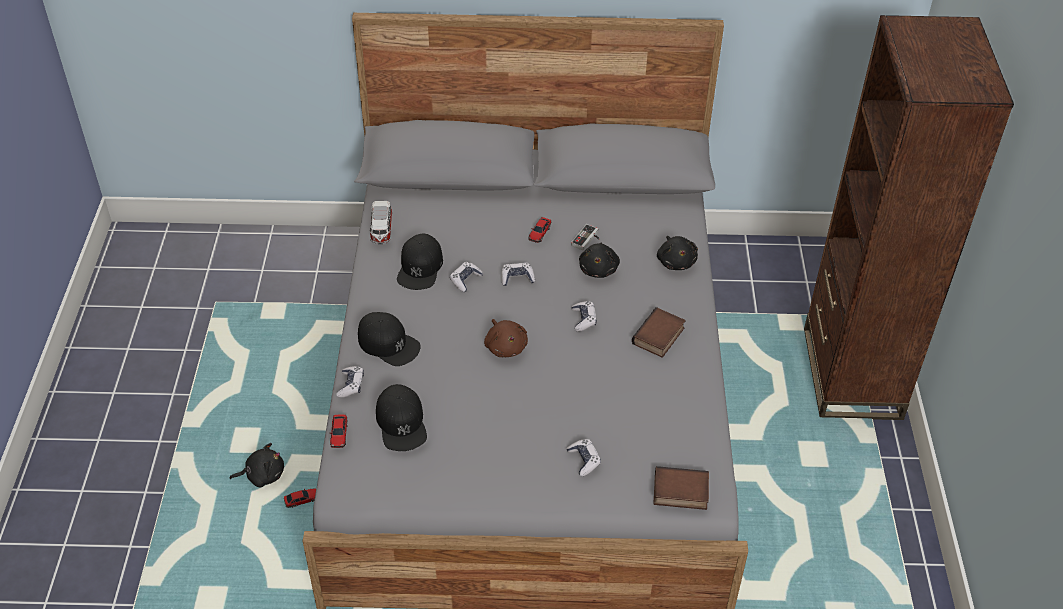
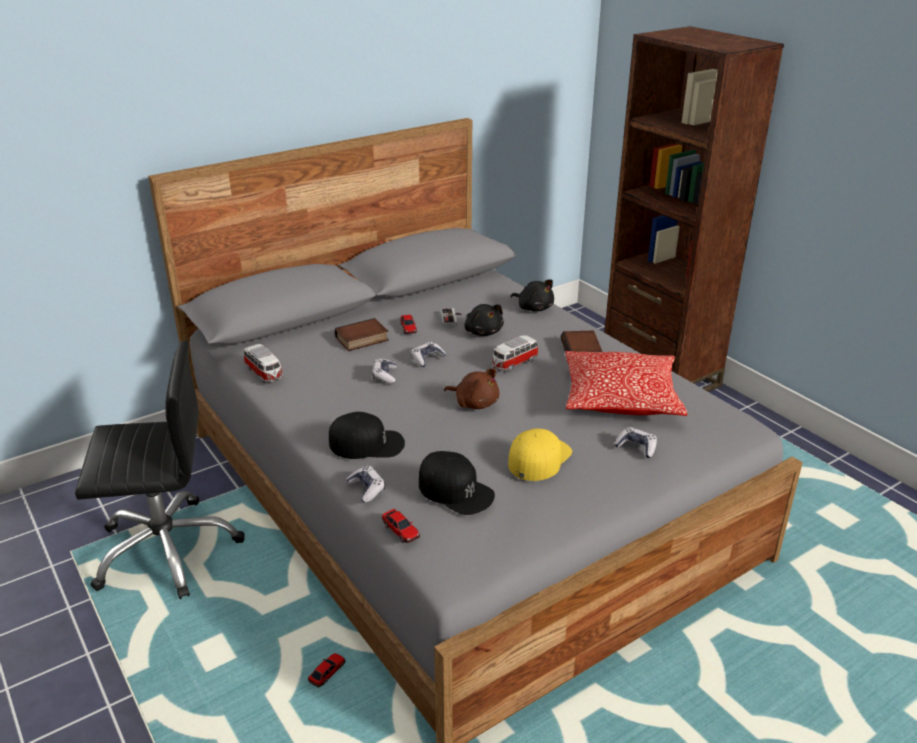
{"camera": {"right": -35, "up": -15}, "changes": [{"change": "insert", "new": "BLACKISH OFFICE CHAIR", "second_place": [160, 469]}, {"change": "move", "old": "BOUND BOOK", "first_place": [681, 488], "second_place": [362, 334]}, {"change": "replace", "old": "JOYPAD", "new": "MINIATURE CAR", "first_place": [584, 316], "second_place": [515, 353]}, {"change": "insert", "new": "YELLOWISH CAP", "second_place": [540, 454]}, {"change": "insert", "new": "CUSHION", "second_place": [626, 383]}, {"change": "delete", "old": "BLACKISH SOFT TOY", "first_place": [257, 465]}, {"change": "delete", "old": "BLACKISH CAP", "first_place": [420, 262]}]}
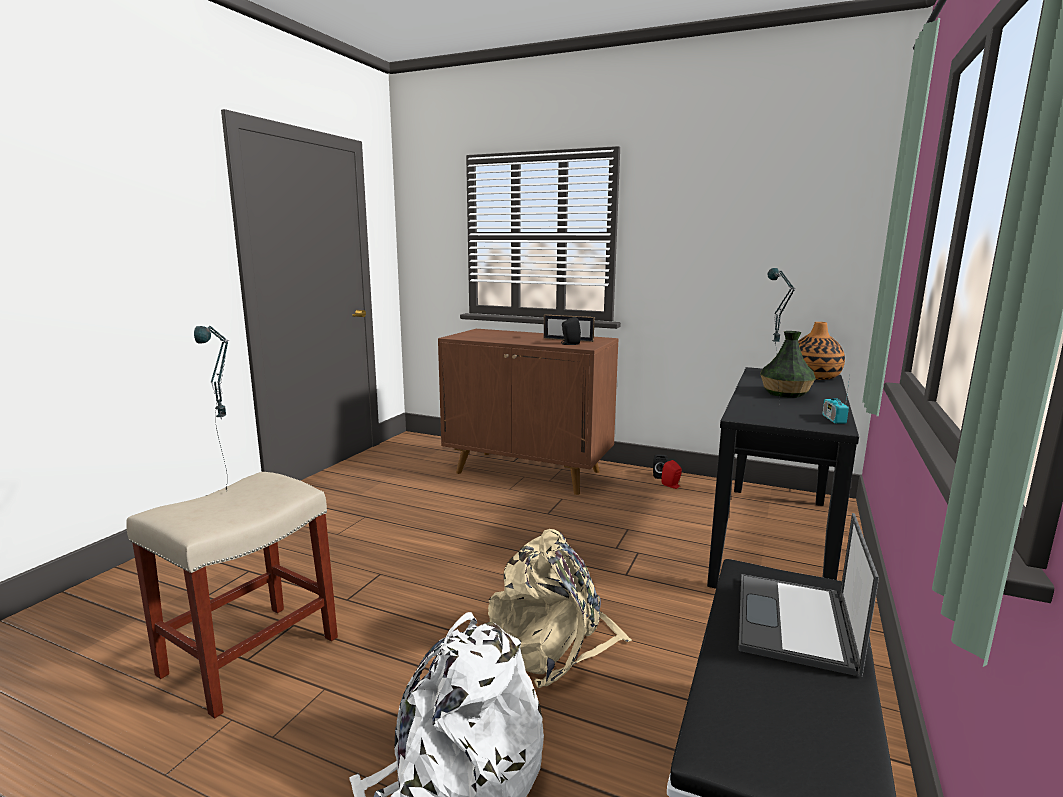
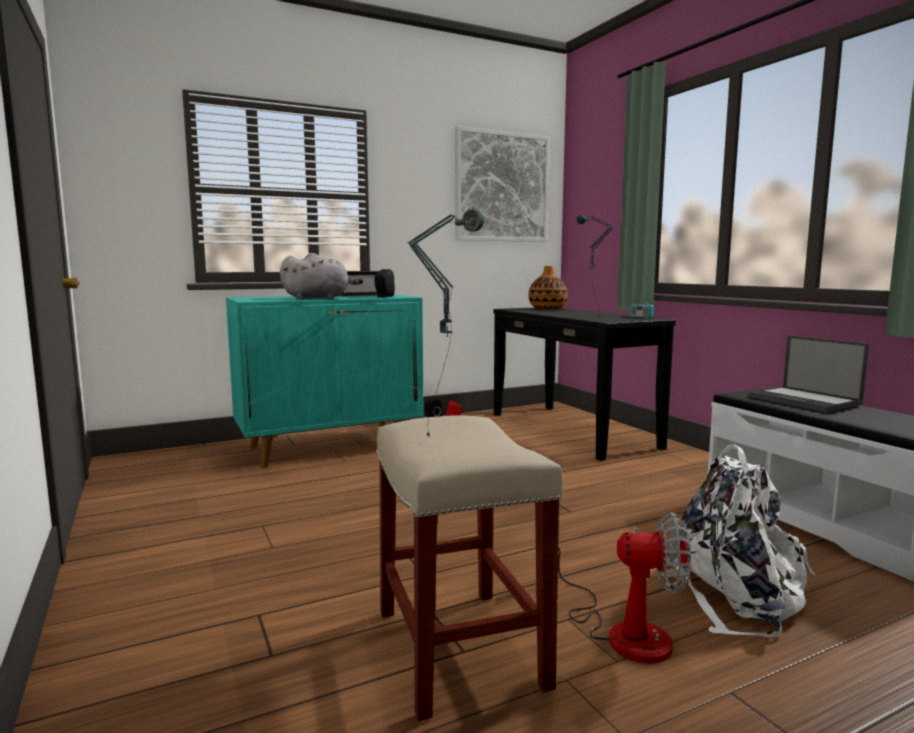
{"camera": {"right": -50, "up": -5}, "changes": [{"change": "recolor", "old": "BROWN-COLOURED STORAGE CABINET", "new": "TURQUOISE-COLOURED STORAGE CABINET", "first_place": [528, 412], "second_place": [325, 381]}, {"change": "insert", "new": "GREYISH SOFT TOY", "second_place": [321, 276]}, {"change": "insert", "new": "WALL ART", "second_place": [502, 184]}, {"change": "insert", "new": "COOLING FAN", "second_place": [624, 587]}, {"change": "delete", "old": "SAND-COLOURED BACKPACK", "first_place": [560, 608]}, {"change": "delete", "old": "DECORATIVE VASE", "first_place": [788, 364]}]}
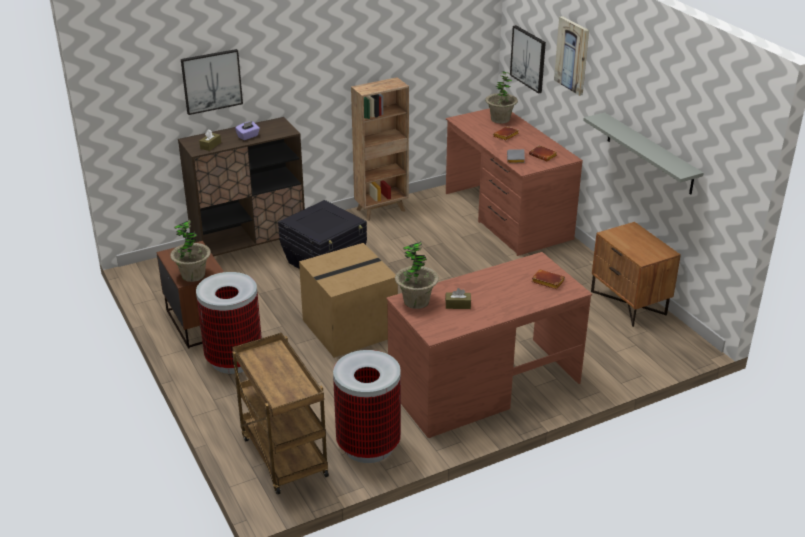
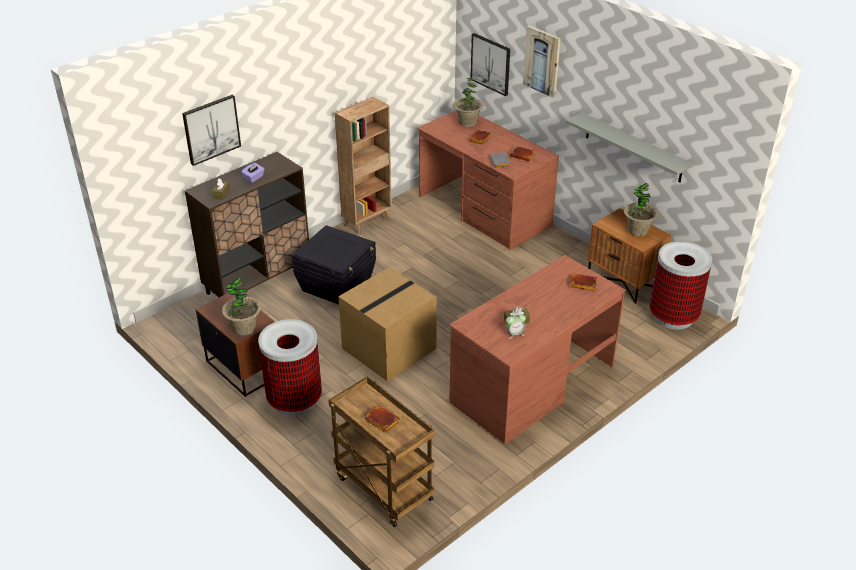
{"camera": {"right": -15, "up": 5}, "changes": [{"change": "insert", "new": "BROWN-COLOURED BOUND BOOK", "second_place": [382, 419]}, {"change": "insert", "new": "TABLE CLOCK", "second_place": [516, 326]}, {"change": "move", "old": "POTTED PLANT", "first_place": [417, 275], "second_place": [641, 209]}, {"change": "move", "old": "WASTE BIN", "first_place": [367, 406], "second_place": [680, 285]}]}
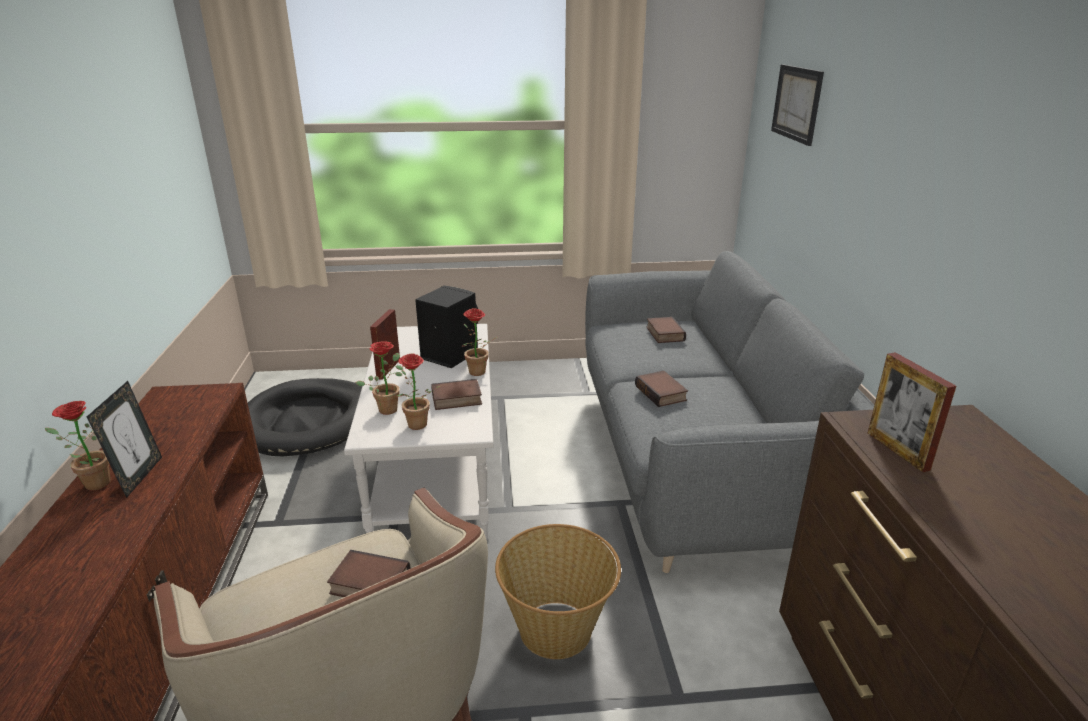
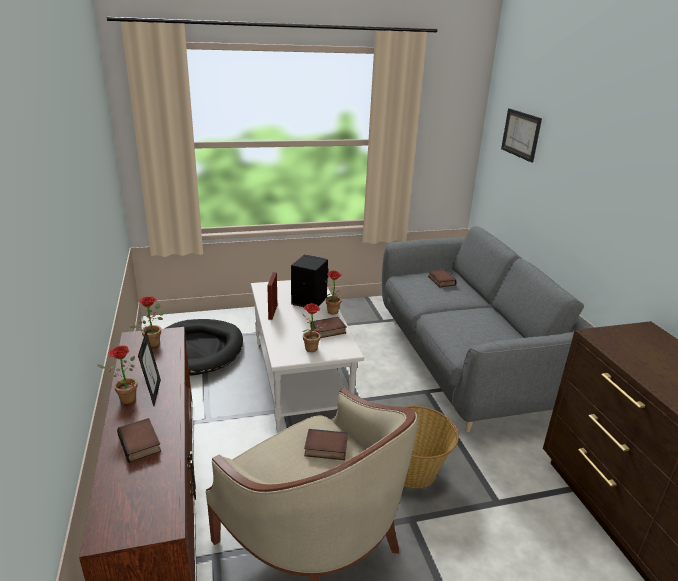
{"camera": {"right": -10, "up": 0}, "changes": [{"change": "move", "old": "BOUND BOOK", "first_place": [661, 389], "second_place": [139, 440]}, {"change": "move", "old": "POTTED PLANT", "first_place": [380, 378], "second_place": [146, 321]}, {"change": "delete", "old": "STANDING FRAME", "first_place": [912, 412]}]}
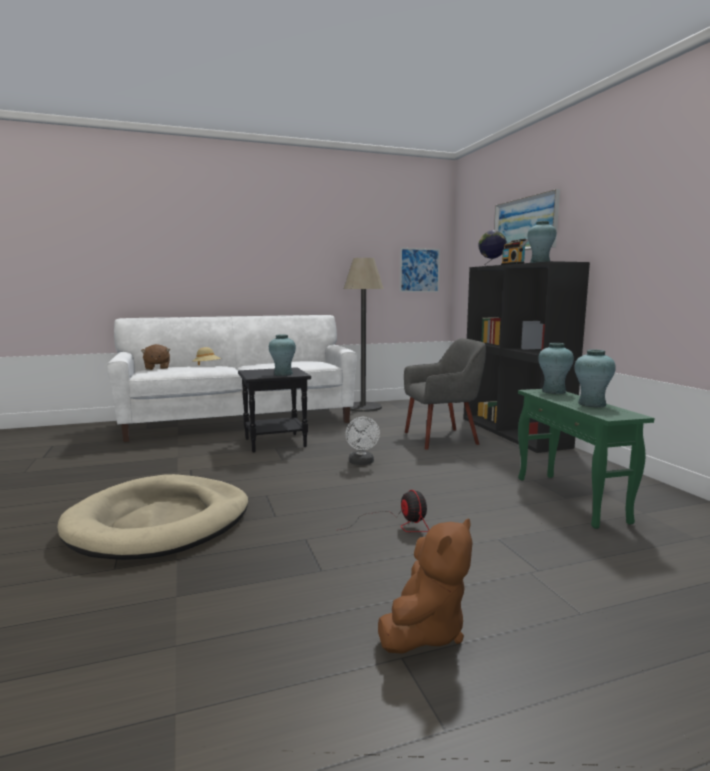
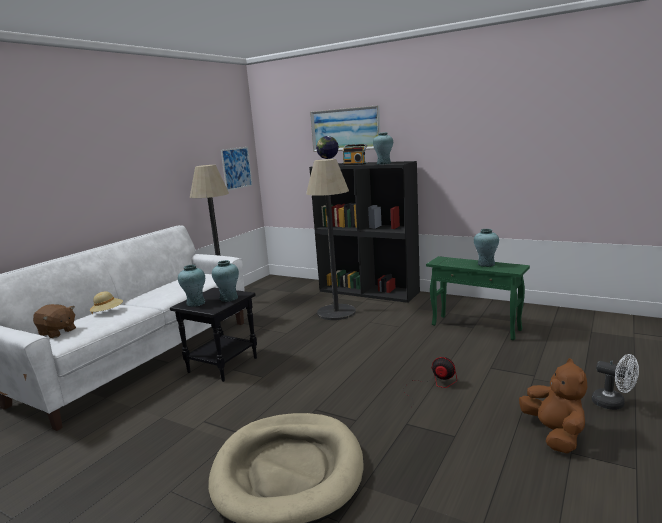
{"camera": {"right": -40, "up": 5}, "changes": [{"change": "move", "old": "TURQUOISE-COLOURED DECORATIVE VASE", "first_place": [556, 368], "second_place": [191, 286]}, {"change": "replace", "old": "GREYISH LOUNGE CHAIR", "new": "FLOOR LAMP", "first_place": [445, 394], "second_place": [331, 239]}, {"change": "move", "old": "WHITE-COLOURED COOLING FAN", "first_place": [363, 441], "second_place": [615, 382]}]}
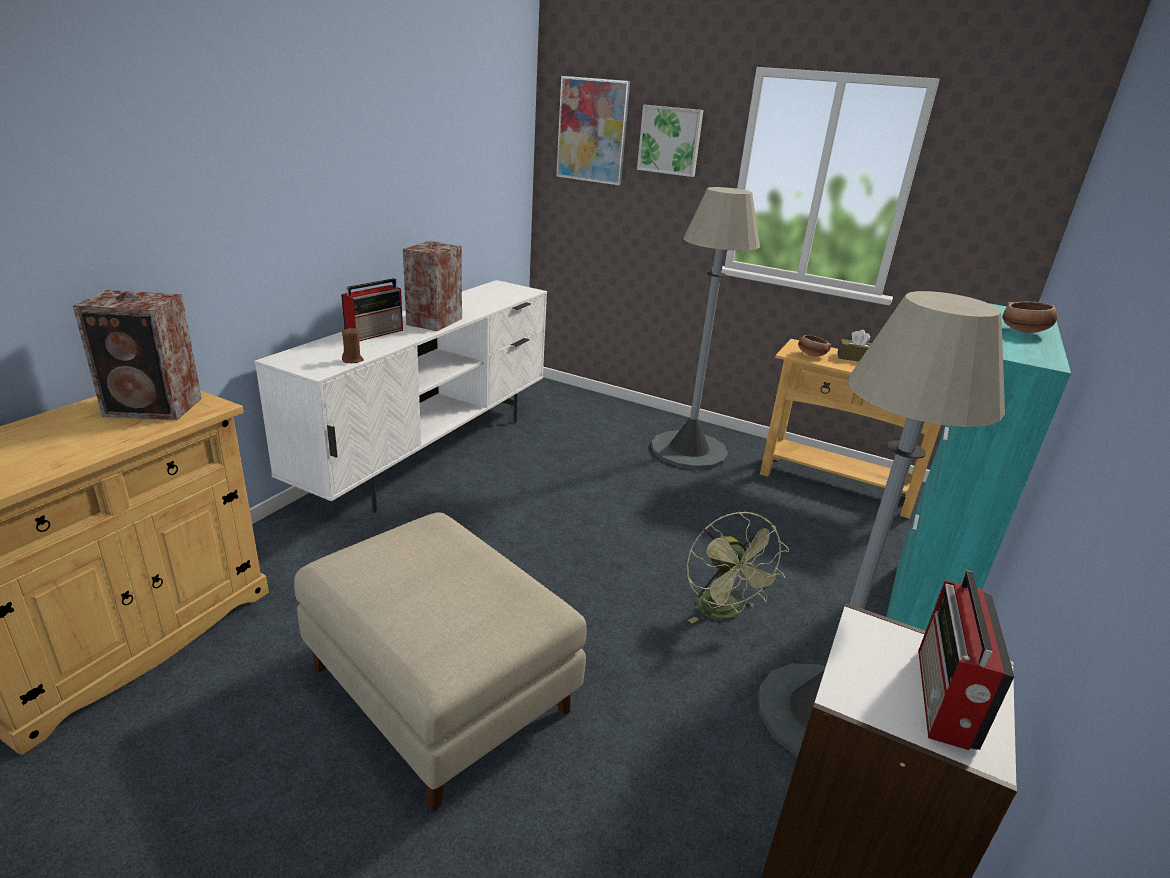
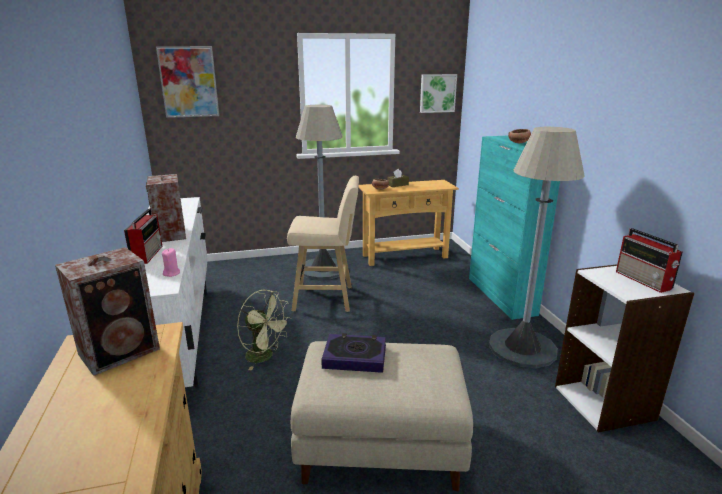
{"camera": {"right": -40, "up": -5}, "changes": [{"change": "recolor", "old": "BROWN-COLOURED WAX LIGHT", "new": "PINKISH WAX LIGHT", "first_place": [353, 345], "second_place": [171, 262]}, {"change": "move", "old": "GREENISH COOLING FAN", "first_place": [738, 567], "second_place": [264, 330]}, {"change": "insert", "new": "SAND-COLOURED STOOL", "second_place": [323, 244]}, {"change": "insert", "new": "BOUND BOOK", "second_place": [353, 353]}, {"change": "move", "old": "WALL ART", "first_place": [670, 141], "second_place": [438, 93]}]}
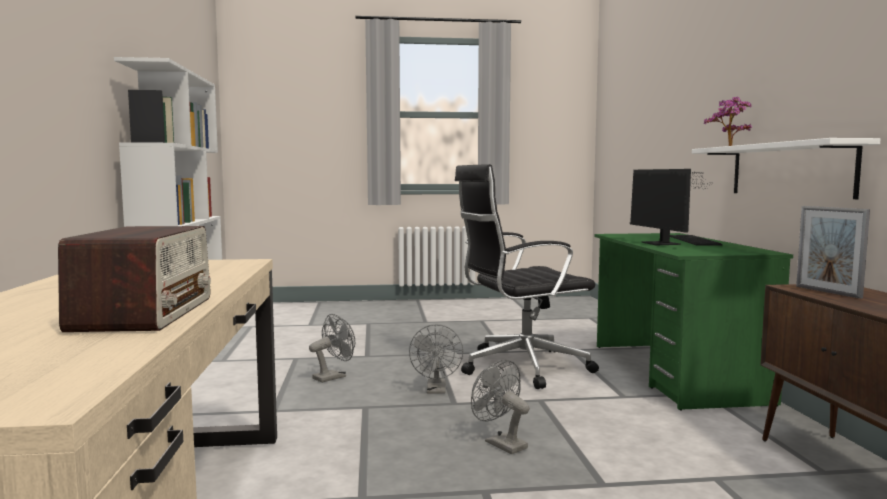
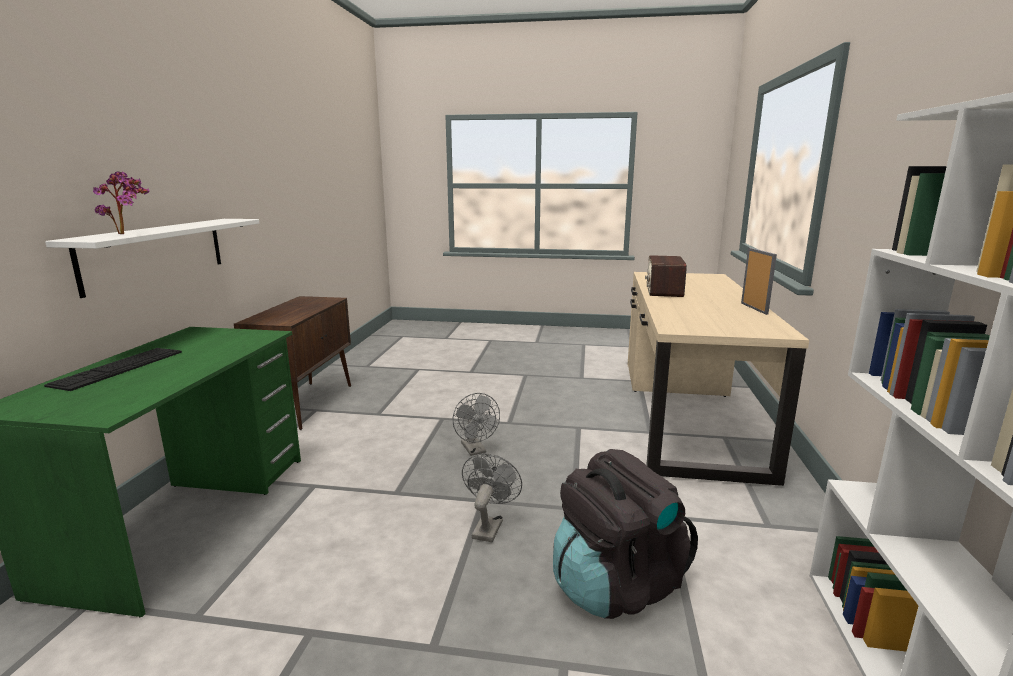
{"camera": {"right": -165, "up": 10}, "changes": [{"change": "replace", "old": "GREYISH COOLING FAN", "new": "BLACKISH BACKPACK", "first_place": [332, 348], "second_place": [625, 534]}, {"change": "move", "old": "STANDING FRAME", "first_place": [833, 252], "second_place": [759, 281]}, {"change": "delete", "old": "BLACKISH OFFICE CHAIR", "first_place": [527, 276]}, {"change": "delete", "old": "COMPUTER SCREEN", "first_place": [671, 207]}]}
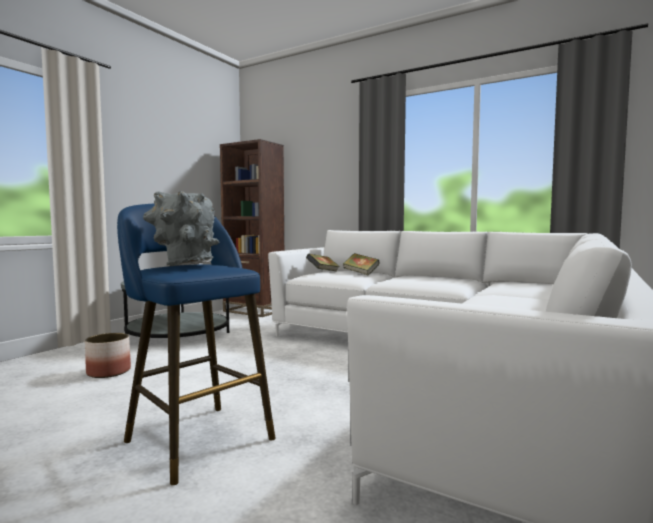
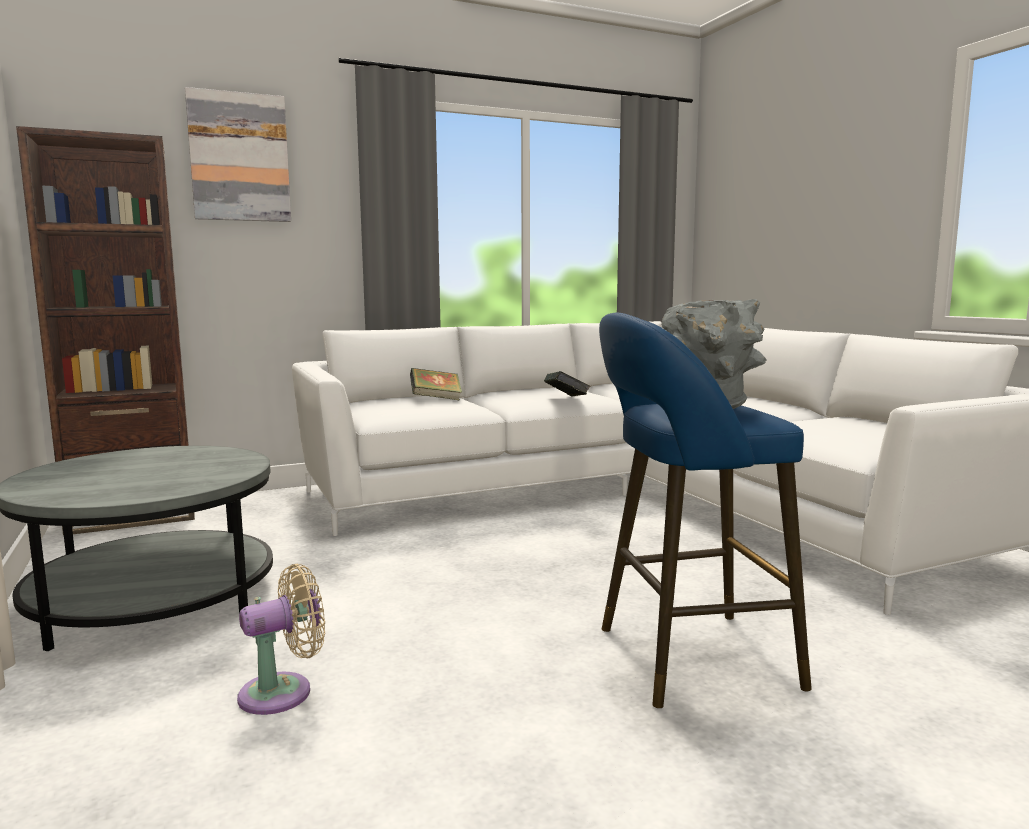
{"camera": {"right": -55, "up": 5}, "changes": [{"change": "insert", "new": "WALL ART", "second_place": [238, 154]}, {"change": "replace", "old": "FLOWER POT", "new": "SAND-COLOURED COOLING FAN", "first_place": [108, 355], "second_place": [281, 639]}, {"change": "move", "old": "BOUND BOOK", "first_place": [323, 263], "second_place": [567, 384]}]}
